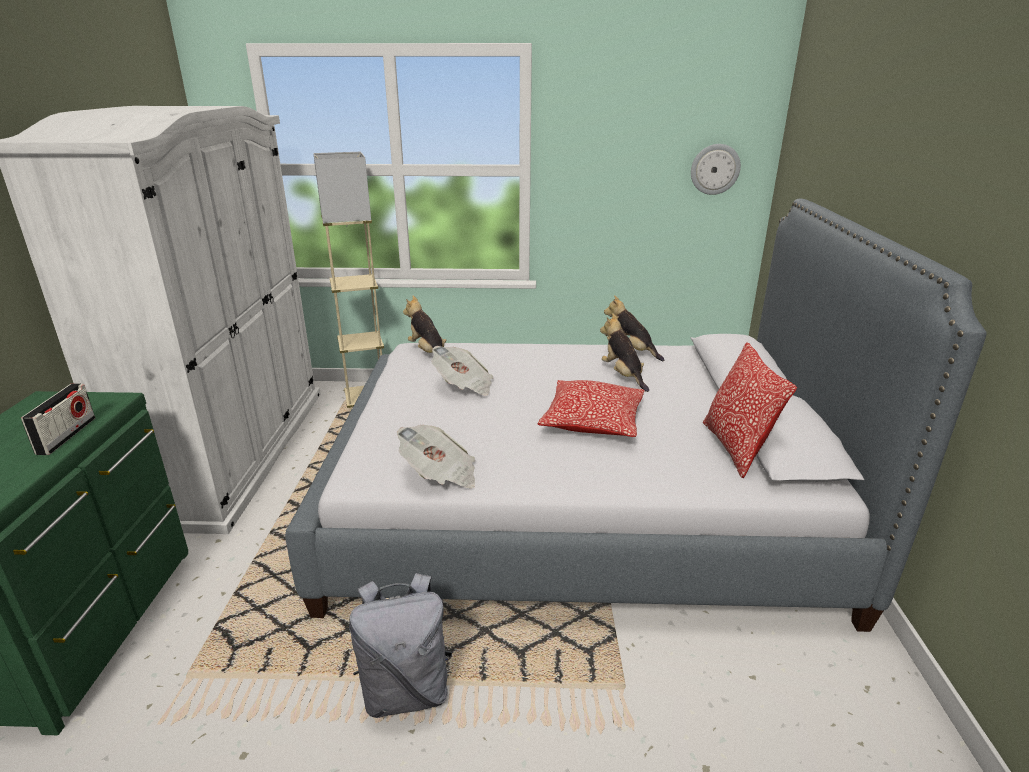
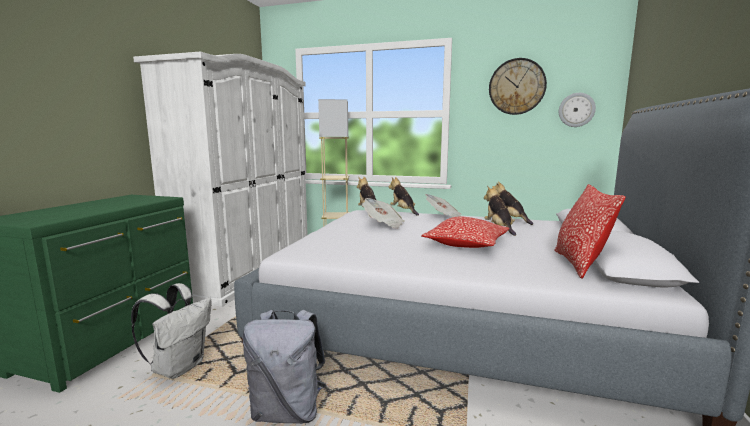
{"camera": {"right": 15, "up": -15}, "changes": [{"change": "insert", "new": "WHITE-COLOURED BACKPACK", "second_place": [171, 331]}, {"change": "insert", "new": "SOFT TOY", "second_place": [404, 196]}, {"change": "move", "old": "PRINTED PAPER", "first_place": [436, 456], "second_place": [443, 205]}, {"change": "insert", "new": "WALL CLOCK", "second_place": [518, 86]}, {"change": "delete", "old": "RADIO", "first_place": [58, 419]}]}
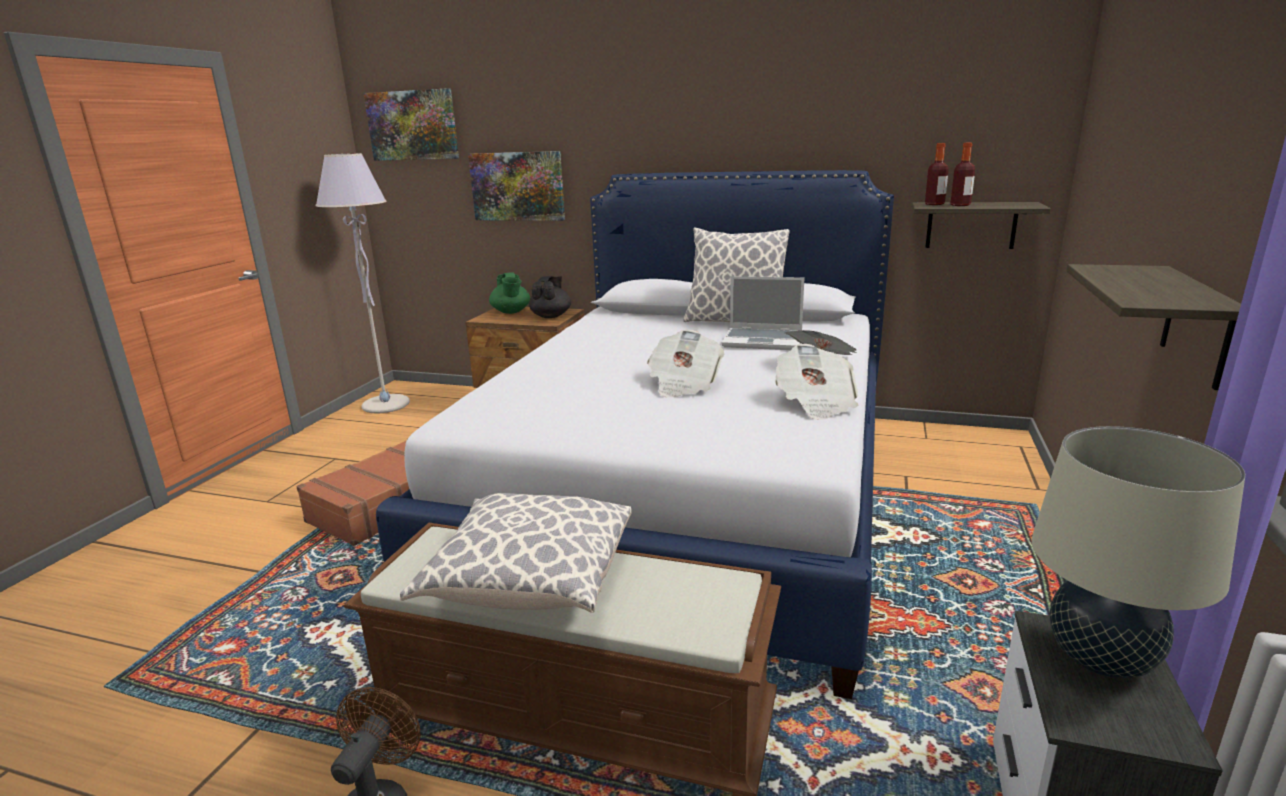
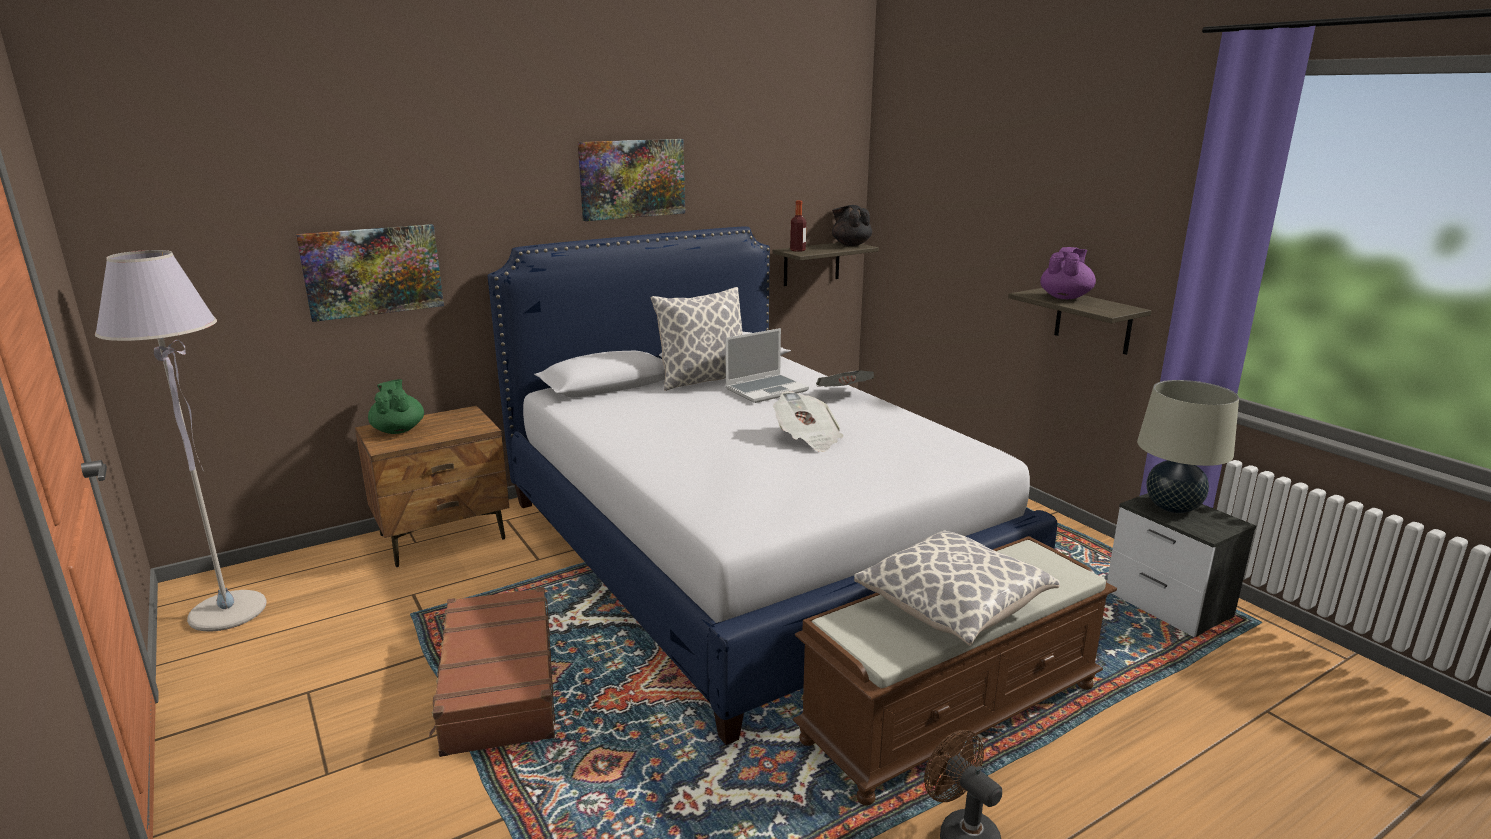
{"camera": {"right": -50, "up": 0}, "changes": [{"change": "rotate", "old": "GREENISH TEA POT", "first_place": [509, 293], "second_place": [396, 406], "degrees": -135}, {"change": "move", "old": "WALL ART", "first_place": [411, 124], "second_place": [631, 180]}, {"change": "move", "old": "BLACKISH TEA POT", "first_place": [550, 297], "second_place": [852, 225]}, {"change": "insert", "new": "PURPLISH TEA POT", "second_place": [1068, 273]}, {"change": "delete", "old": "PRINTED PAPER", "first_place": [817, 382]}, {"change": "delete", "old": "DRINK BOTTLE", "first_place": [962, 174]}]}
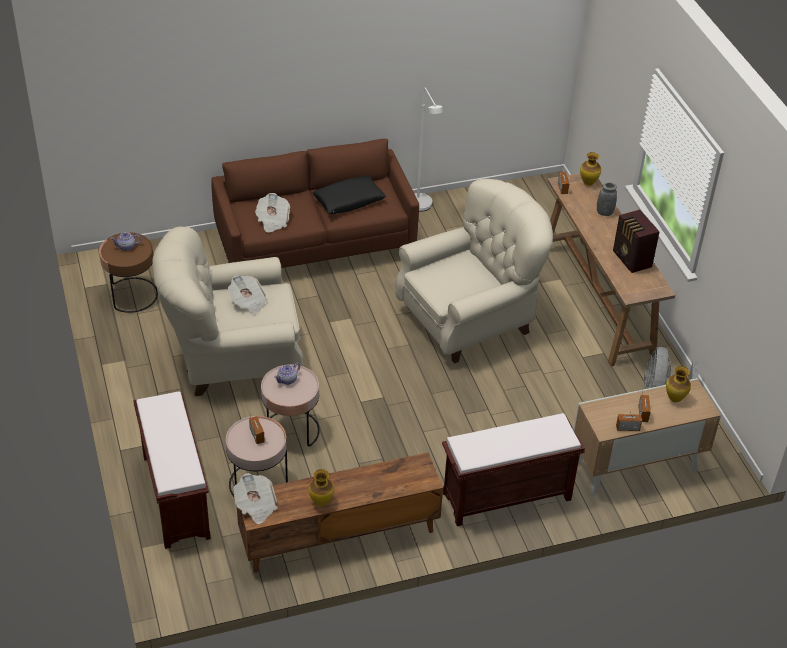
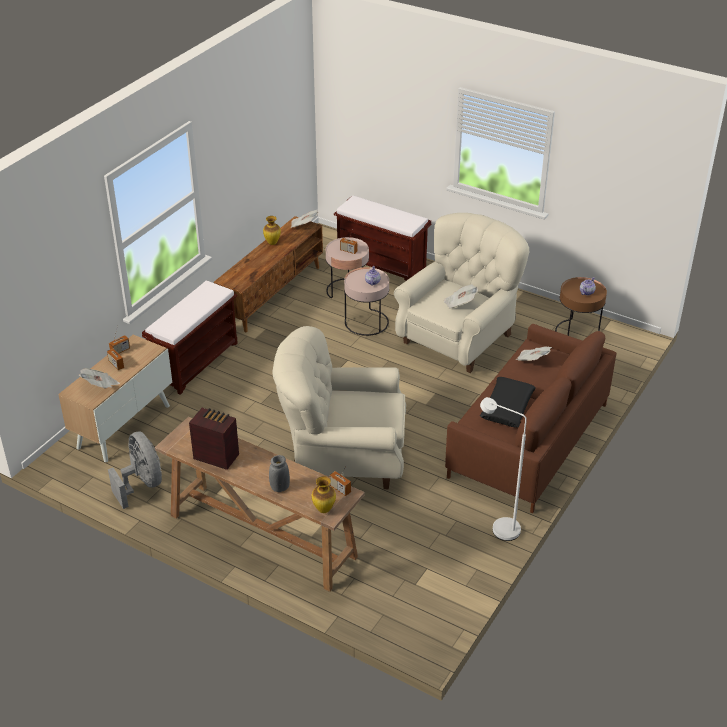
{"camera": {"right": 140, "up": -5}, "changes": [{"change": "replace", "old": "DECORATIVE VASE", "new": "PRINTED PAPER", "first_place": [678, 384], "second_place": [99, 378]}, {"change": "rotate", "old": "SAND-COLOURED LOUNGE CHAIR", "first_place": [474, 271], "second_place": [339, 407], "degrees": 75}]}
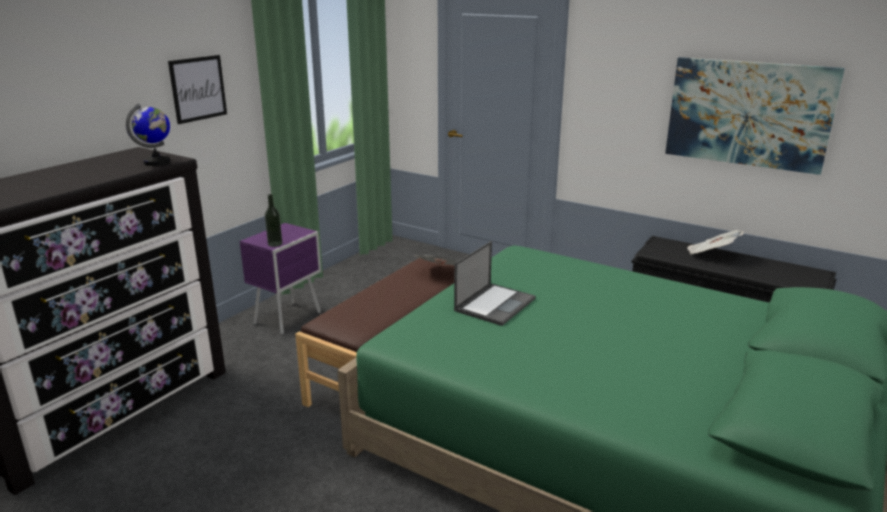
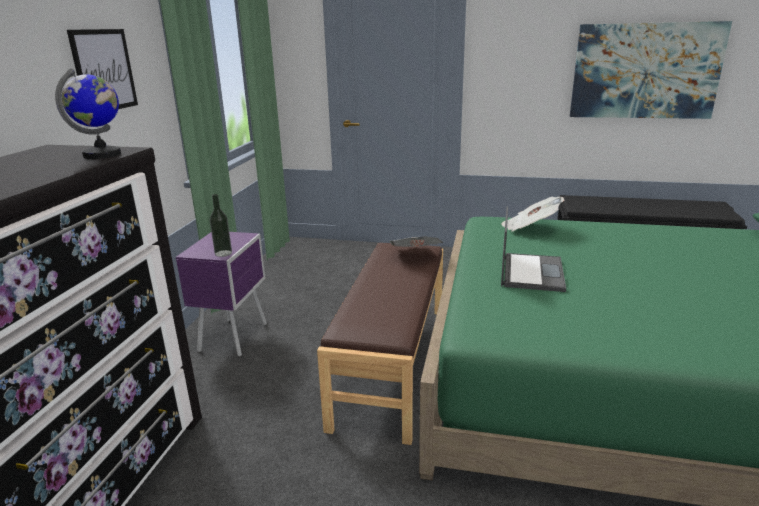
{"camera": {"right": -20, "up": 0}, "changes": [{"change": "move", "old": "PRINTED PAPER", "first_place": [715, 242], "second_place": [533, 214]}]}
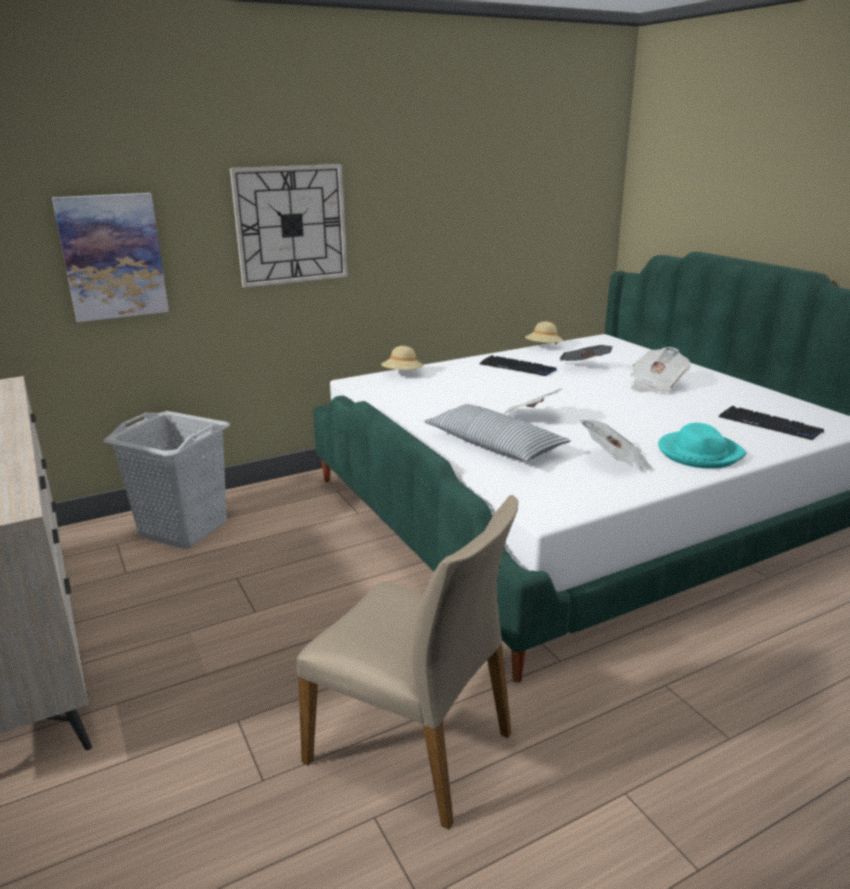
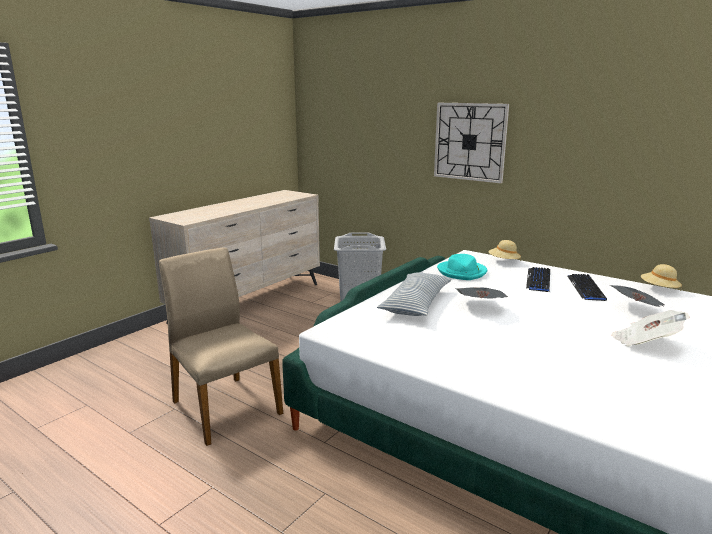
{"camera": {"right": 65, "up": -5}, "changes": [{"change": "rotate", "old": "SAND-COLOURED CHAIR", "first_place": [407, 662], "second_place": [221, 347], "degrees": 135}, {"change": "move", "old": "TURQUOISE-COLOURED HAT", "first_place": [702, 445], "second_place": [462, 267]}, {"change": "move", "old": "KEYBOARD", "first_place": [771, 423], "second_place": [538, 279]}, {"change": "delete", "old": "WALL ART", "first_place": [110, 257]}, {"change": "delete", "old": "PRINTED PAPER", "first_place": [617, 445]}]}
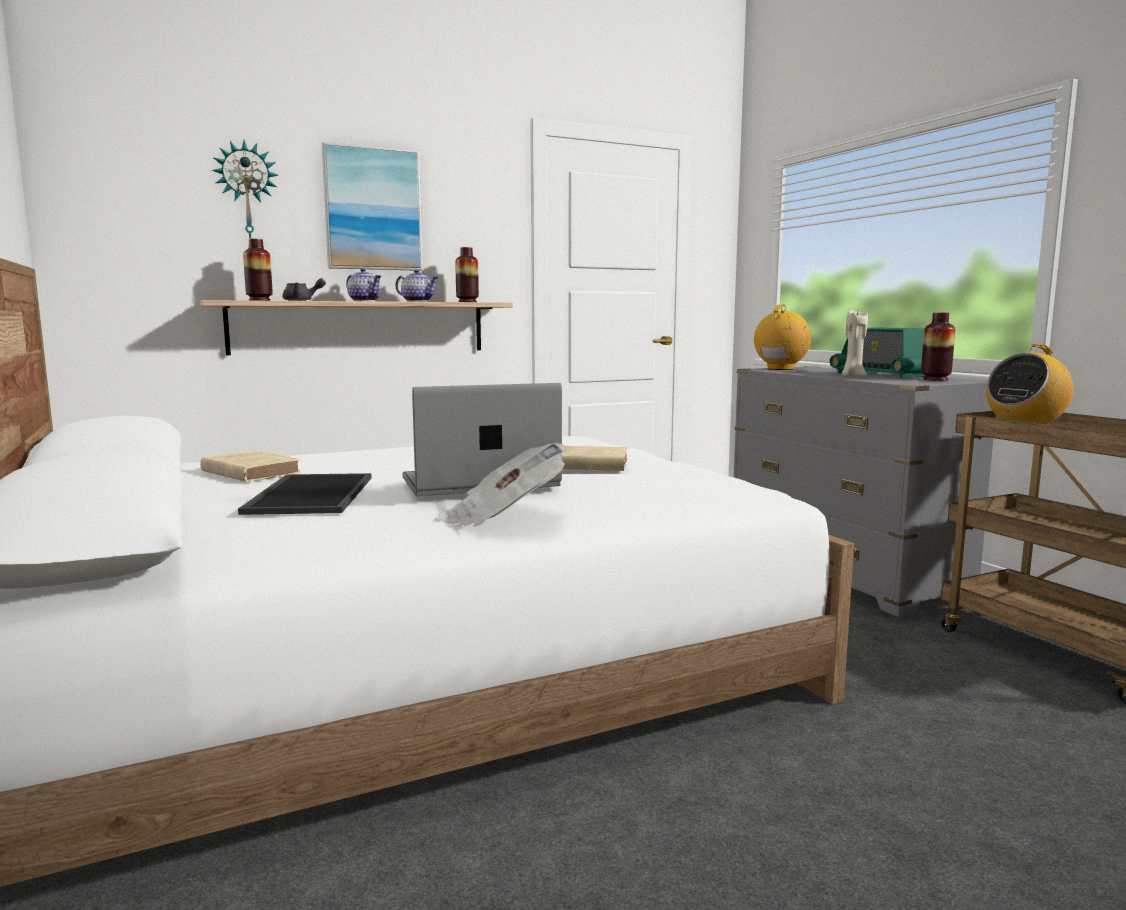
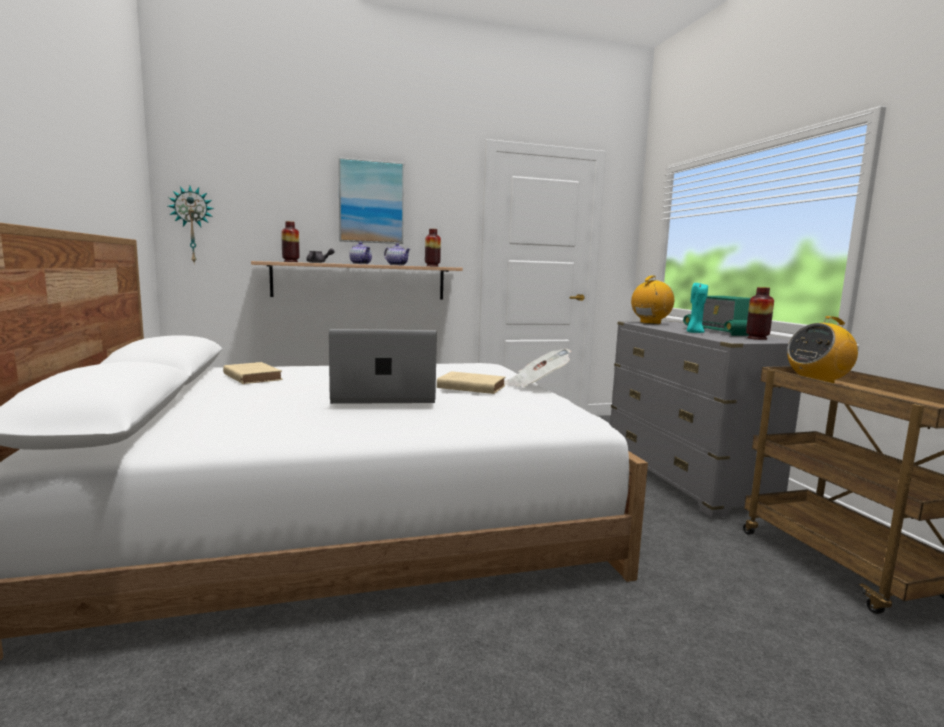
{"camera": {"right": 10, "up": 0}, "changes": [{"change": "move", "old": "WALL CLOCK", "first_place": [245, 194], "second_place": [191, 224]}, {"change": "move", "old": "PRINTED PAPER", "first_place": [502, 485], "second_place": [538, 368]}, {"change": "recolor", "old": "SAND-COLOURED WAX LIGHT", "new": "TURQUOISE-COLOURED WAX LIGHT", "first_place": [855, 343], "second_place": [697, 307]}, {"change": "delete", "old": "CARRYING TRAY", "first_place": [305, 494]}]}
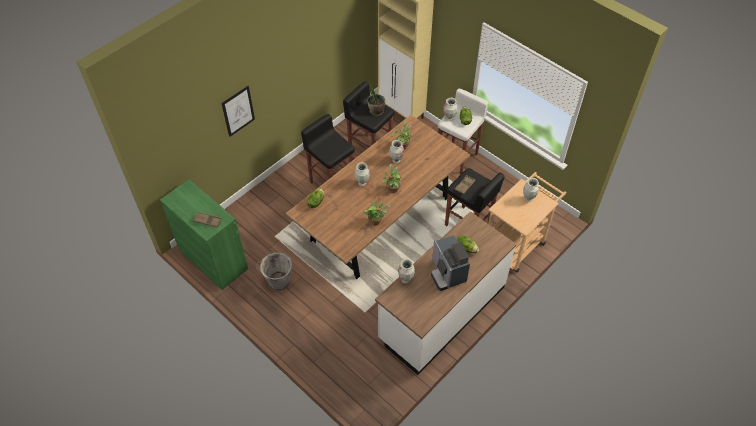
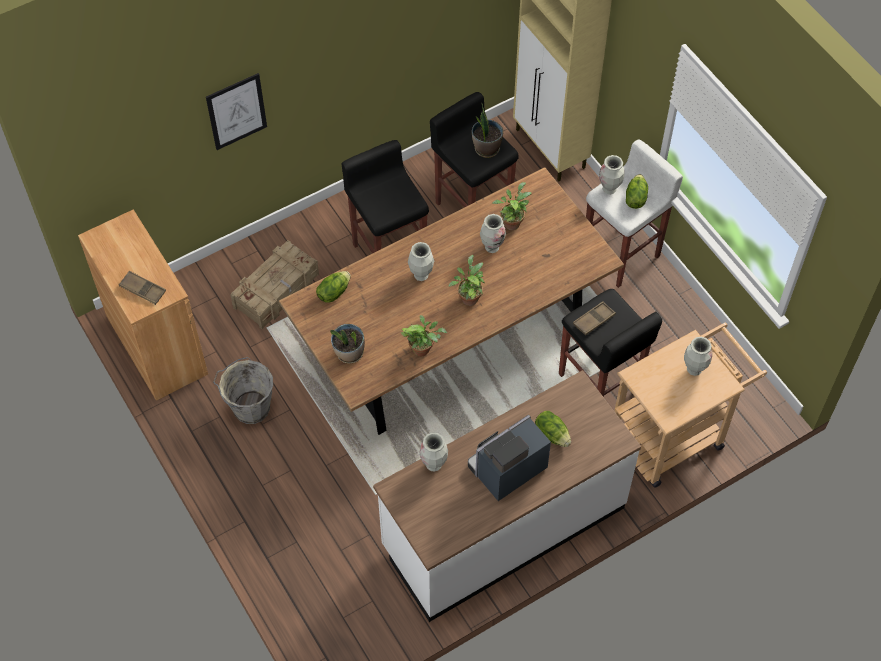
{"camera": {"right": 15, "up": 5}, "changes": [{"change": "recolor", "old": "GREENISH STORAGE CABINET", "new": "BROWN-COLOURED STORAGE CABINET", "first_place": [204, 234], "second_place": [143, 305]}, {"change": "insert", "new": "SHIPPING CRATE", "second_place": [274, 284]}, {"change": "insert", "new": "POTTED PLANT", "second_place": [347, 343]}, {"change": "rotate", "old": "COFFEE MAKER", "first_place": [450, 263], "second_place": [509, 458], "degrees": 60}]}
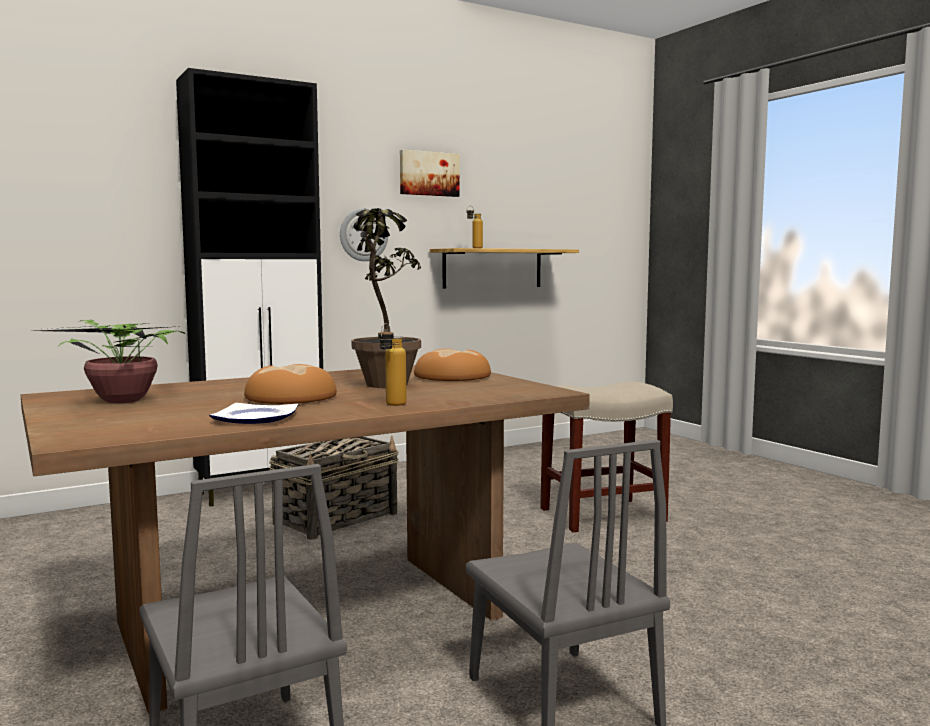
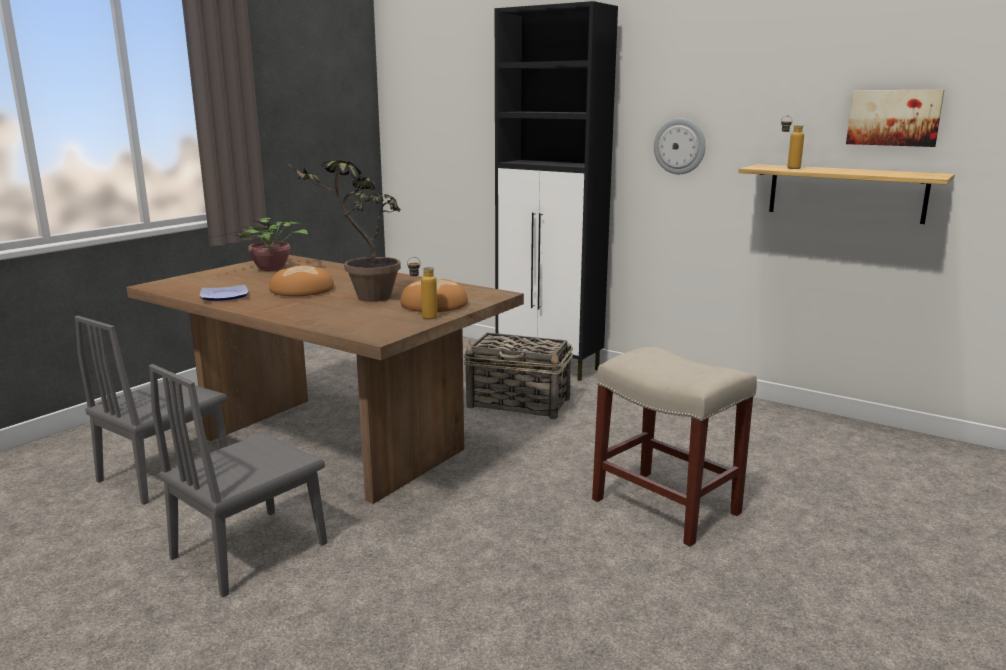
{"camera": {"right": 65, "up": 10}, "changes": [{"change": "move", "old": "DRINK BOTTLE", "first_place": [392, 364], "second_place": [422, 288]}, {"change": "move", "old": "WALL ART", "first_place": [430, 173], "second_place": [895, 118]}]}
